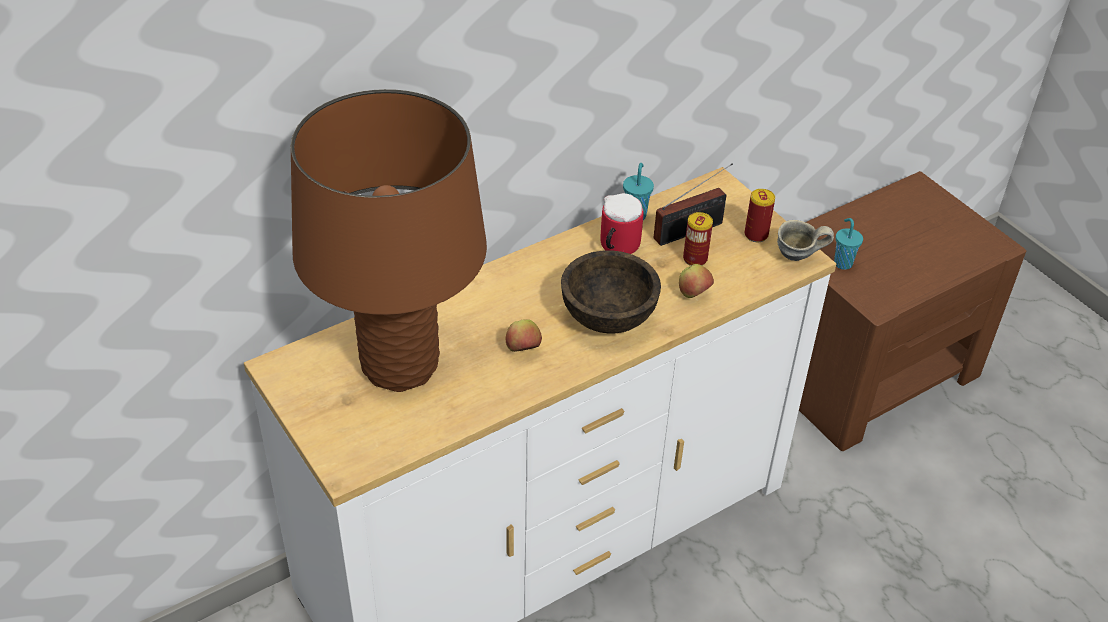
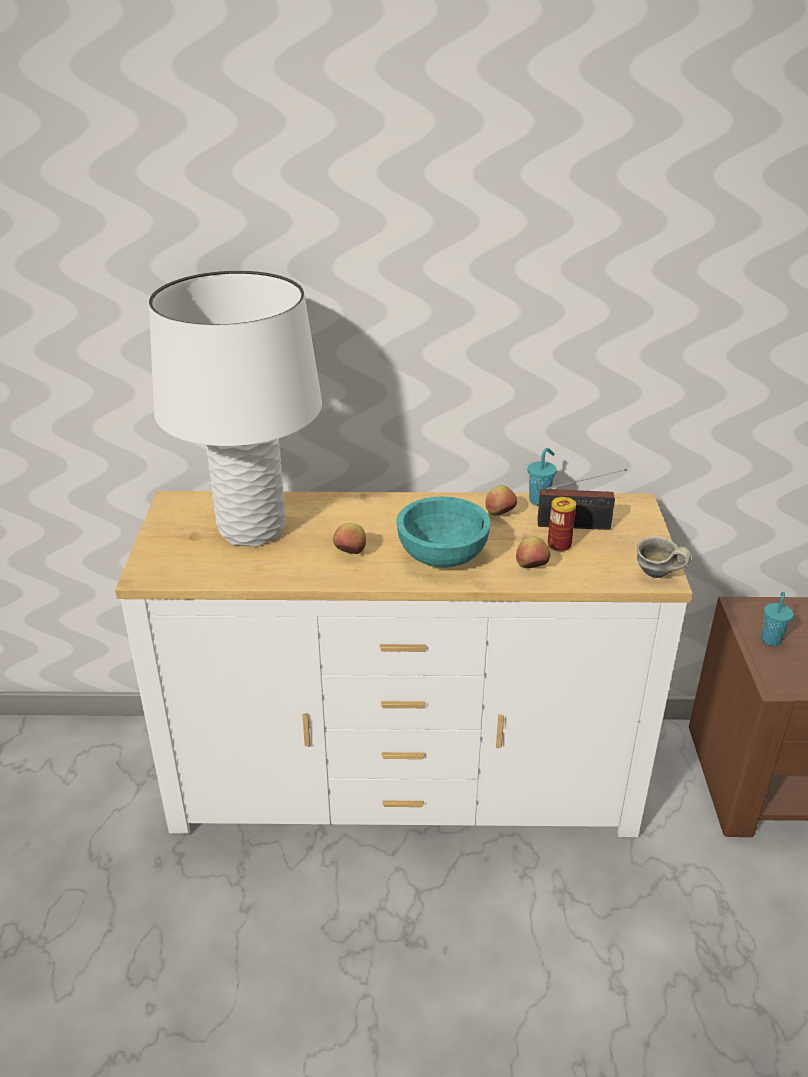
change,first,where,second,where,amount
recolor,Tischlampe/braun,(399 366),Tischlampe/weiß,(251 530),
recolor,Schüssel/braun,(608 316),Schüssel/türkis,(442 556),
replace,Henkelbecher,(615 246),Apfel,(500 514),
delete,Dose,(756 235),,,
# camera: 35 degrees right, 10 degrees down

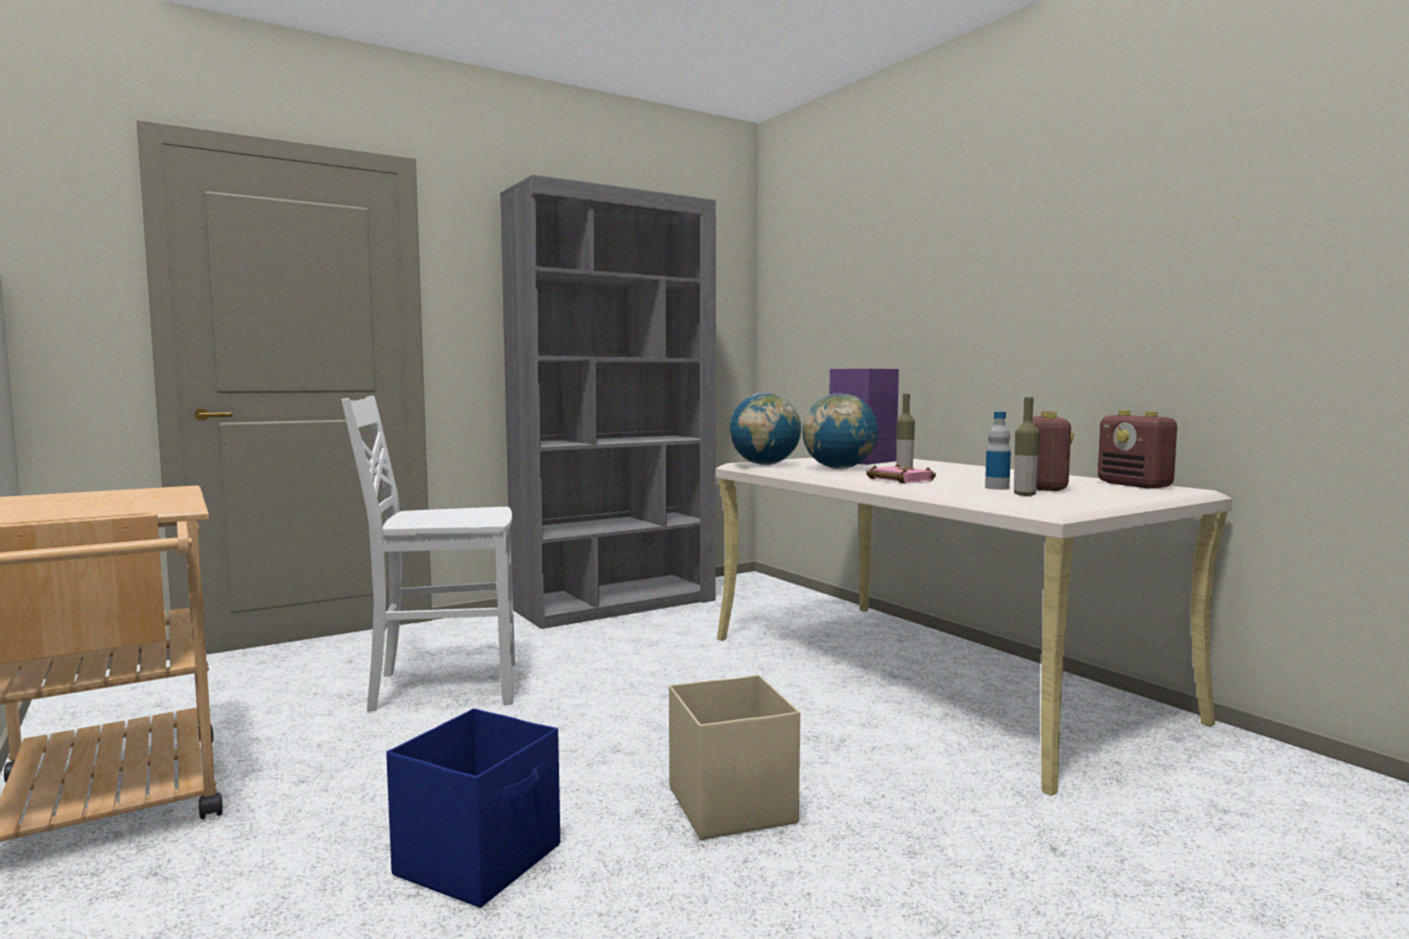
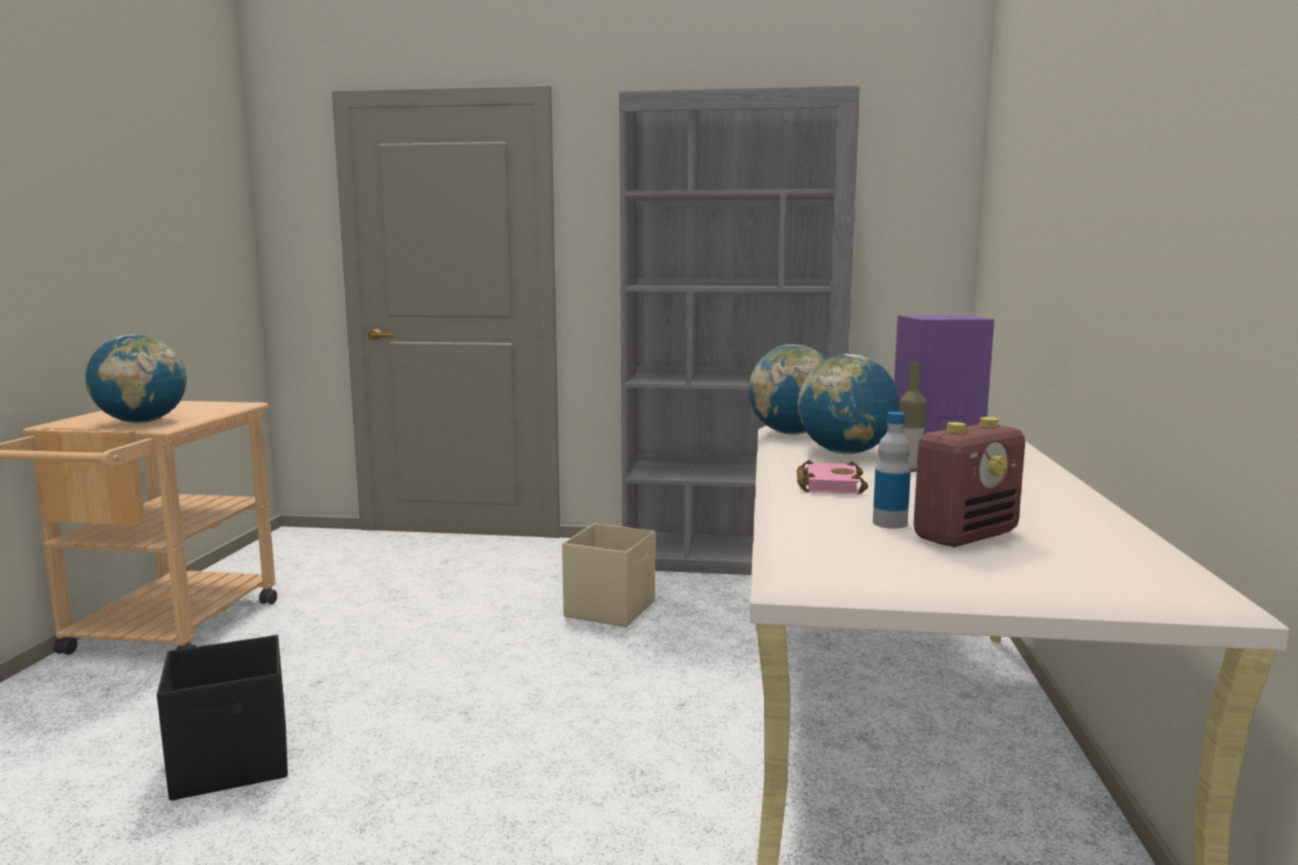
change,first,where,second,where,amount
insert,,,Globus,(142 422),
recolor,Aufbewahrungsbox/blau,(481 859),Aufbewahrungsbox/schwarz,(233 763),
move,Aufbewahrungsbox/beige,(731 804),,(611 609),
delete,Stuhl/weiß,(442 687),,,
delete,Flasche,(1024 495),,,
delete,Radio,(1135 485),,,
# camera: 40 degrees right, 5 degrees up

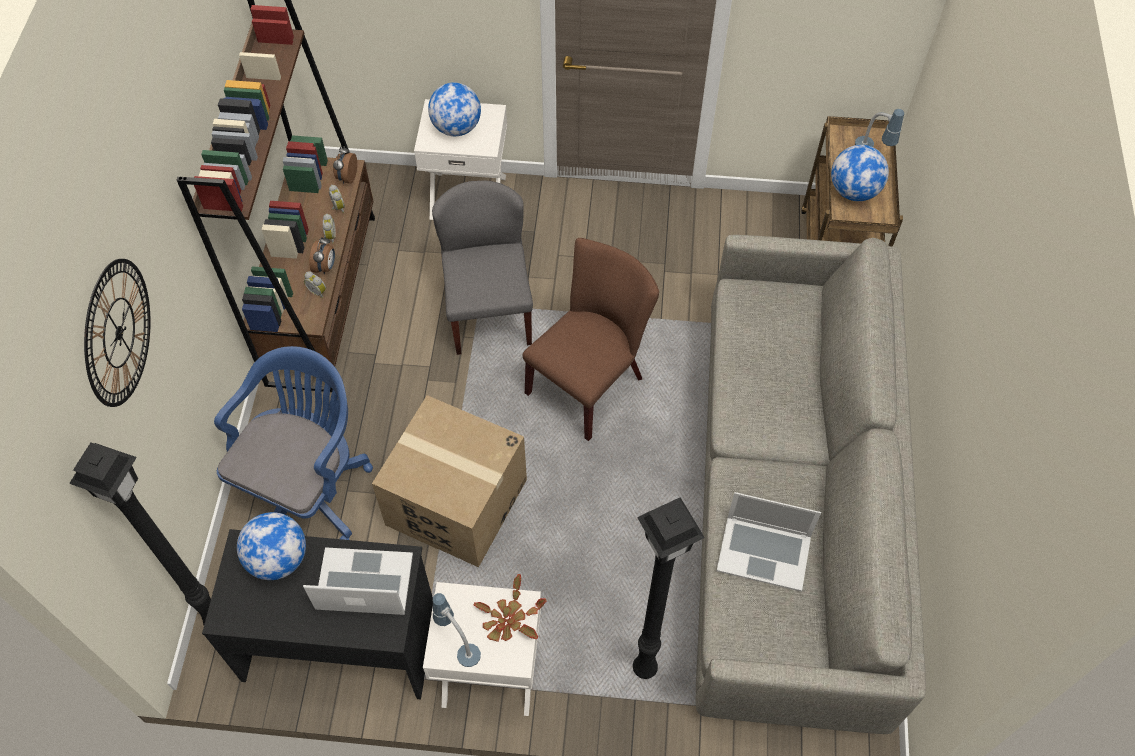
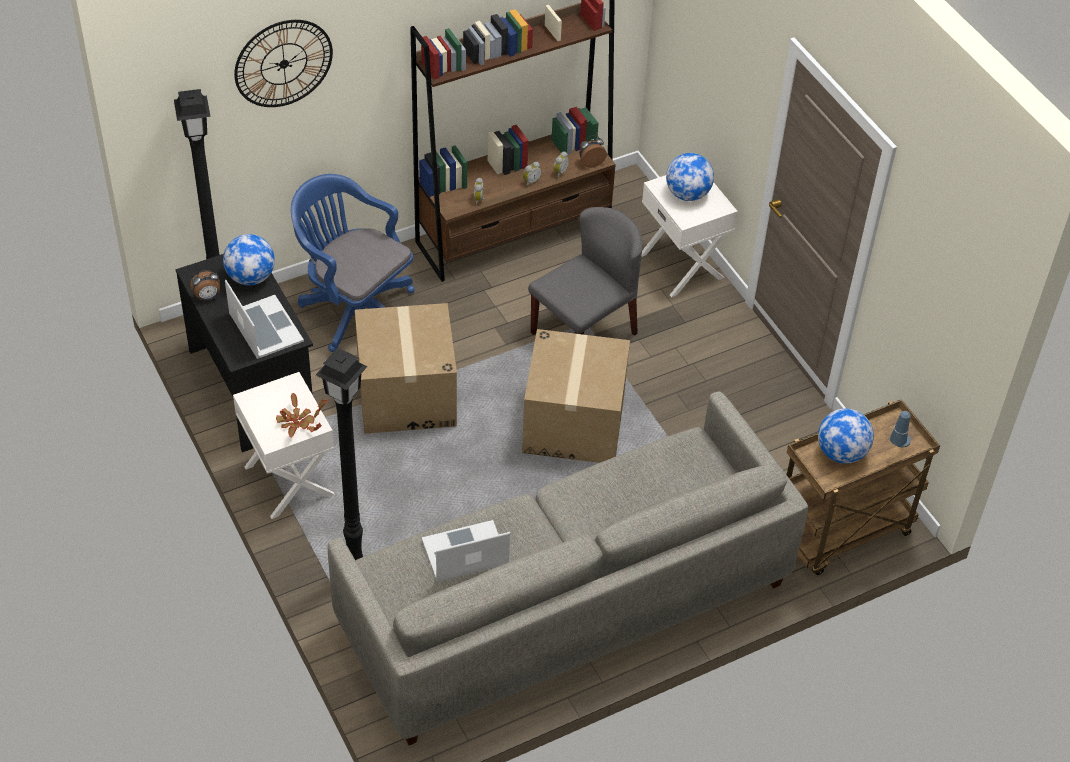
change,first,where,second,where,amount
move,Wecker,(325 267),,(207 297),
rotate,Bürostuhl/blau,(308 488),,(354 308),135 degrees counterclockwise
rotate,Laptop,(764 552),,(465 552),90 degrees clockwise
replace,Stuhl/braun,(590 382),Karton,(574 424),
delete,Tischlampe,(458 643),,,
# camera: 55 degrees right, 10 degrees down

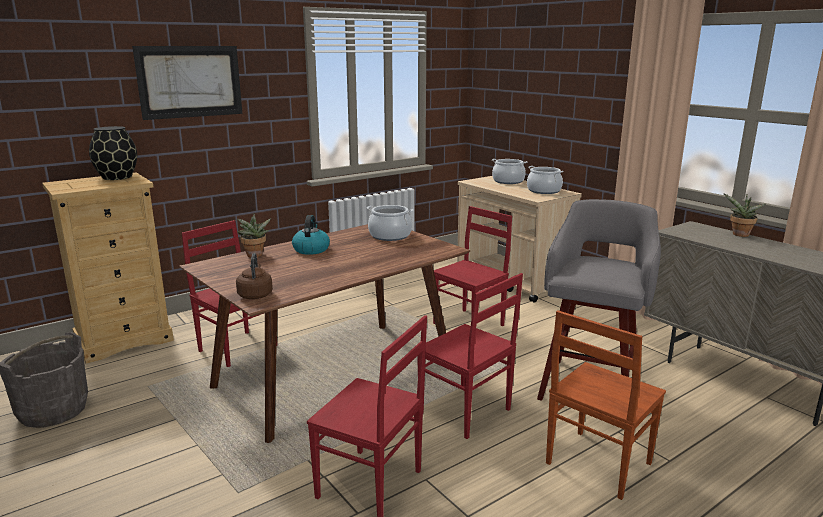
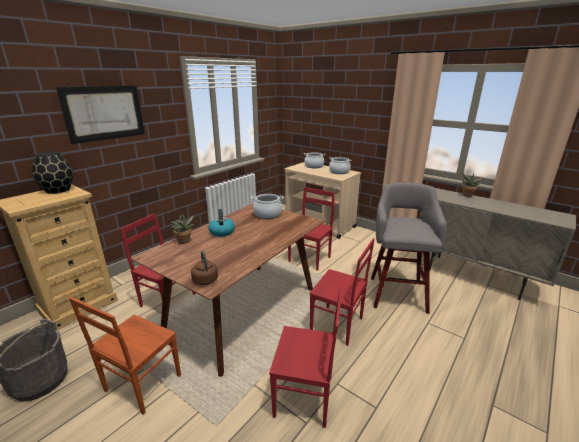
change,first,where,second,where,amount
move,Stuhl/braun,(596 463),,(142 384),
# camera: 15 degrees left, 5 degrees up

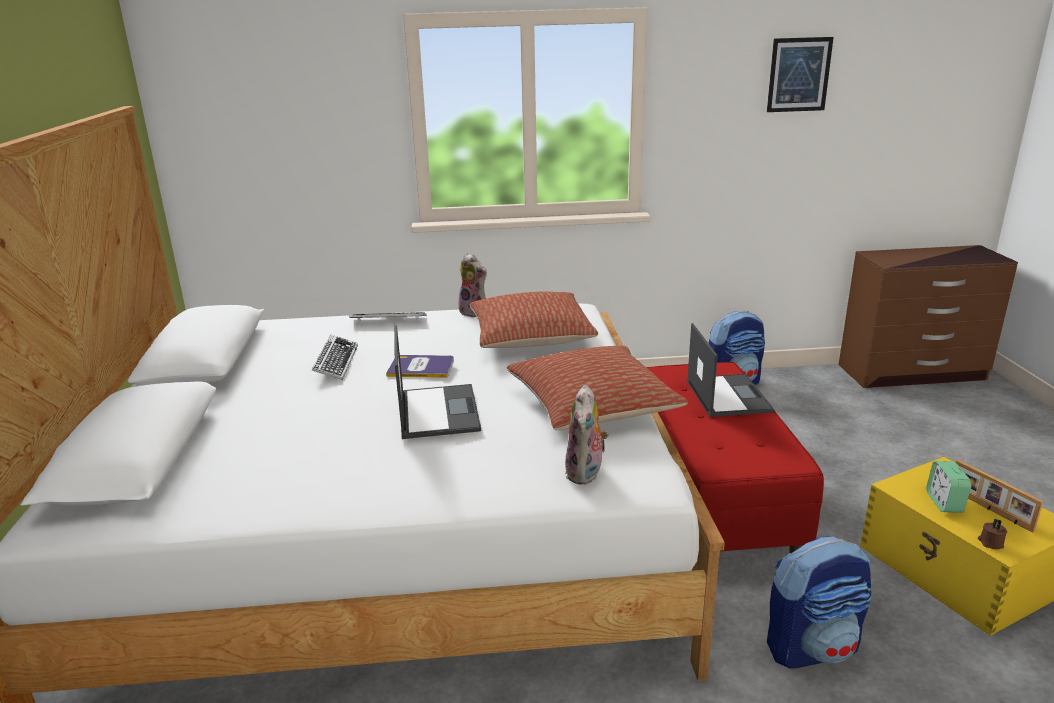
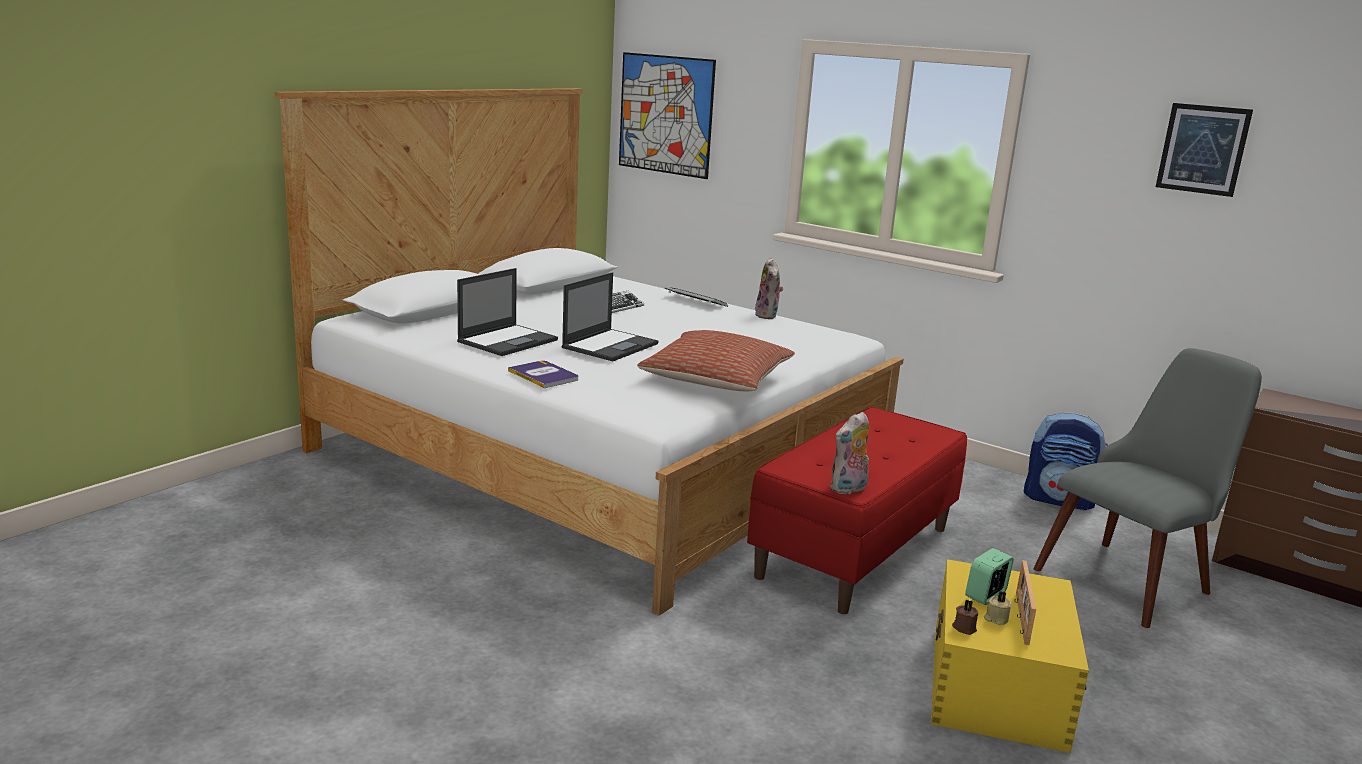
change,first,where,second,where,amount
move,Laptop,(727 395),,(508 340),
move,Buch,(421 367),,(544 375),
insert,,,Bild,(665 114),
move,Plüschtier,(586 473),,(848 489),
insert,,,Kerze/beige,(996 619),
insert,,,Stuhl/grau,(1134 576),
delete,Kissen,(530 337),,,
delete,Rucksack,(812 647),,,
# camera: 40 degrees right, 5 degrees down

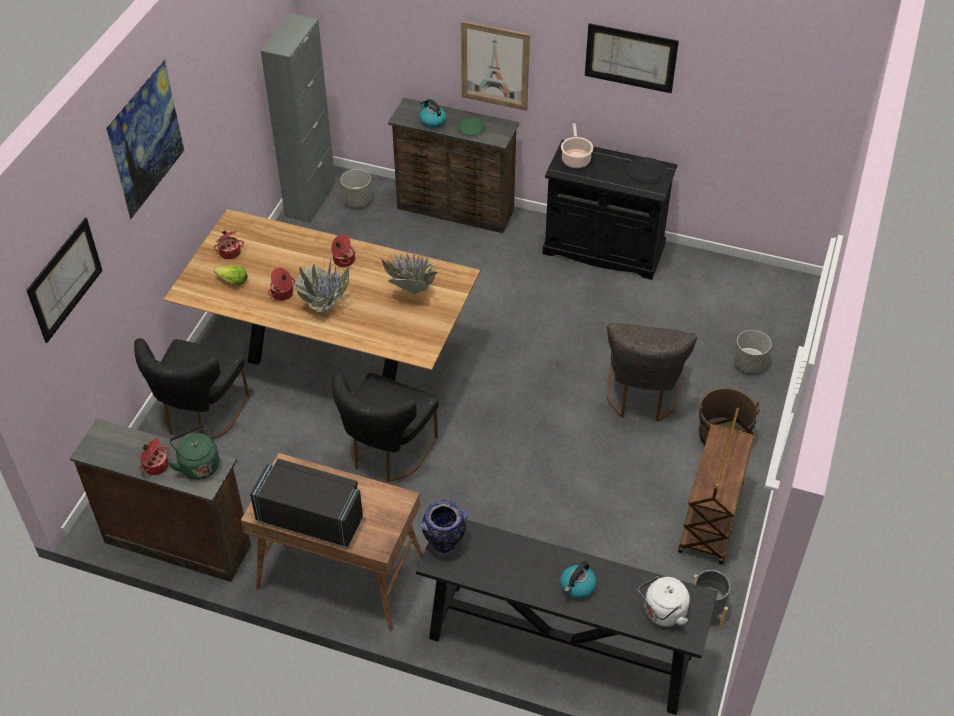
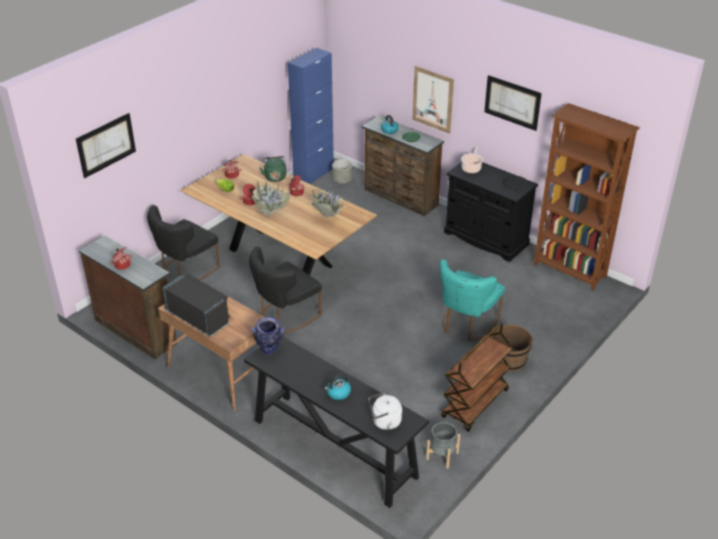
change,first,where,second,where,amount
move,Wasserkessel/grün,(198 465),,(275 176),
recolor,Schrank/grau,(310 199),Schrank/blau,(313 174),
recolor,Stuhl/grau,(642 396),Stuhl/türkis,(466 324),
insert,,,Bücherregal/braun,(569 271),
delete,Bild,(152 162),,,
delete,Pflanzkübel/grau,(749 364),,,
# camera: 20 degrees right, 10 degrees down

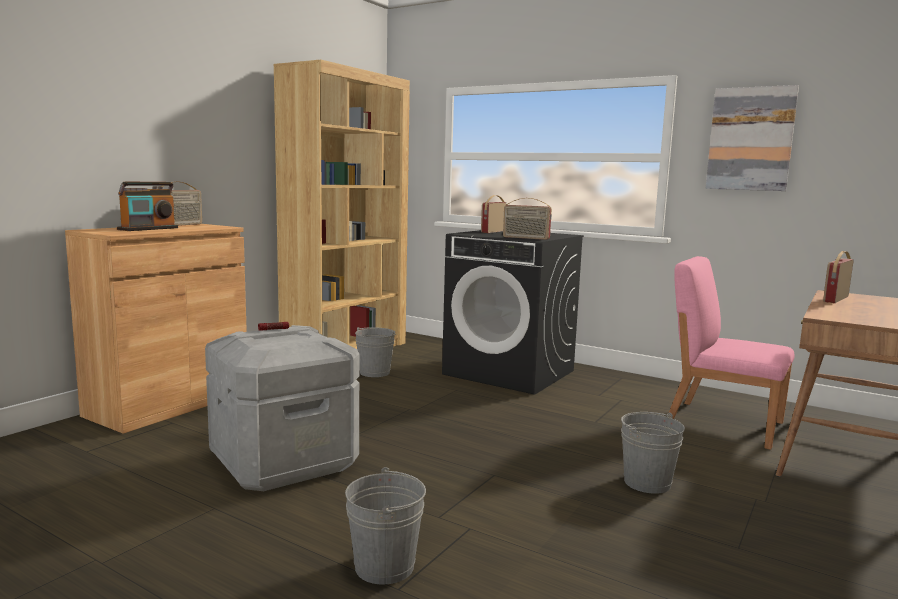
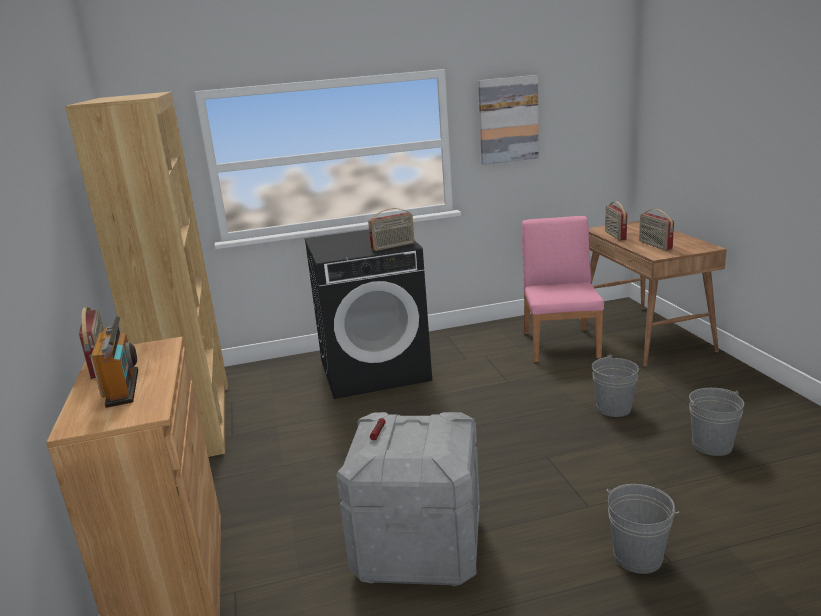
change,first,where,second,where,amount
rotate,Stuhl/rosa,(722 423),,(561 344),105 degrees clockwise
move,Radio,(492 231),,(654 245),
move,Eimer/grau,(375 372),,(712 445),
# camera: 45 degrees left, 10 degrees up

